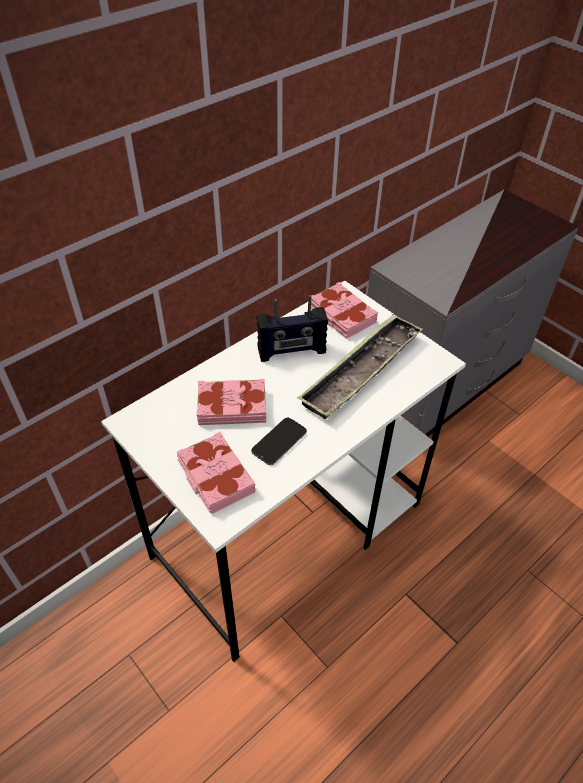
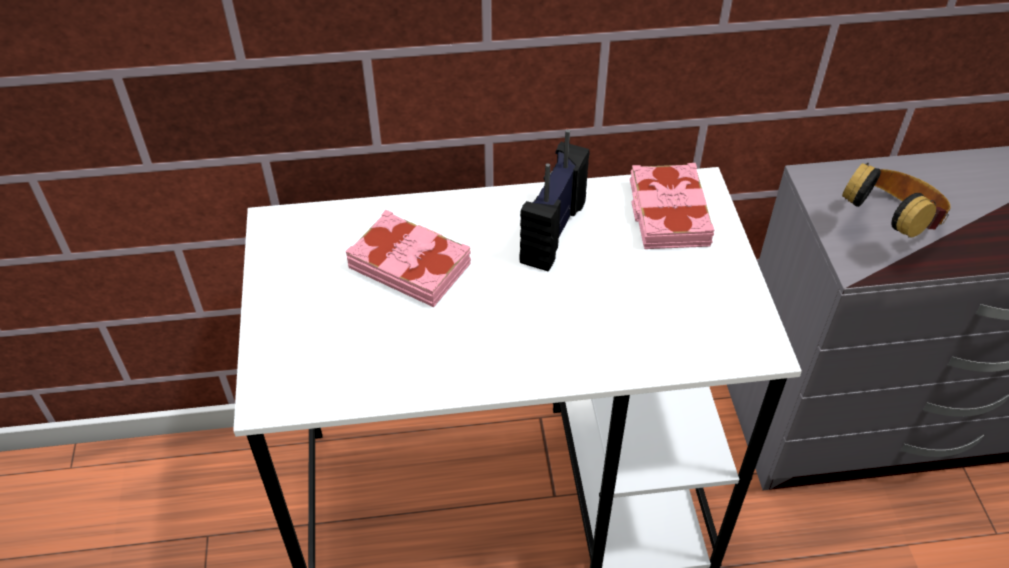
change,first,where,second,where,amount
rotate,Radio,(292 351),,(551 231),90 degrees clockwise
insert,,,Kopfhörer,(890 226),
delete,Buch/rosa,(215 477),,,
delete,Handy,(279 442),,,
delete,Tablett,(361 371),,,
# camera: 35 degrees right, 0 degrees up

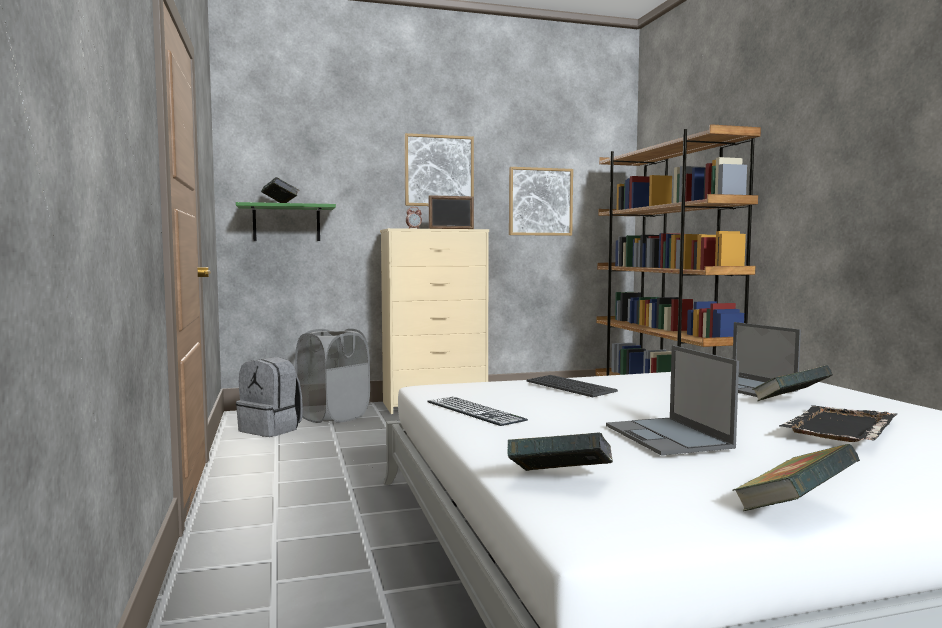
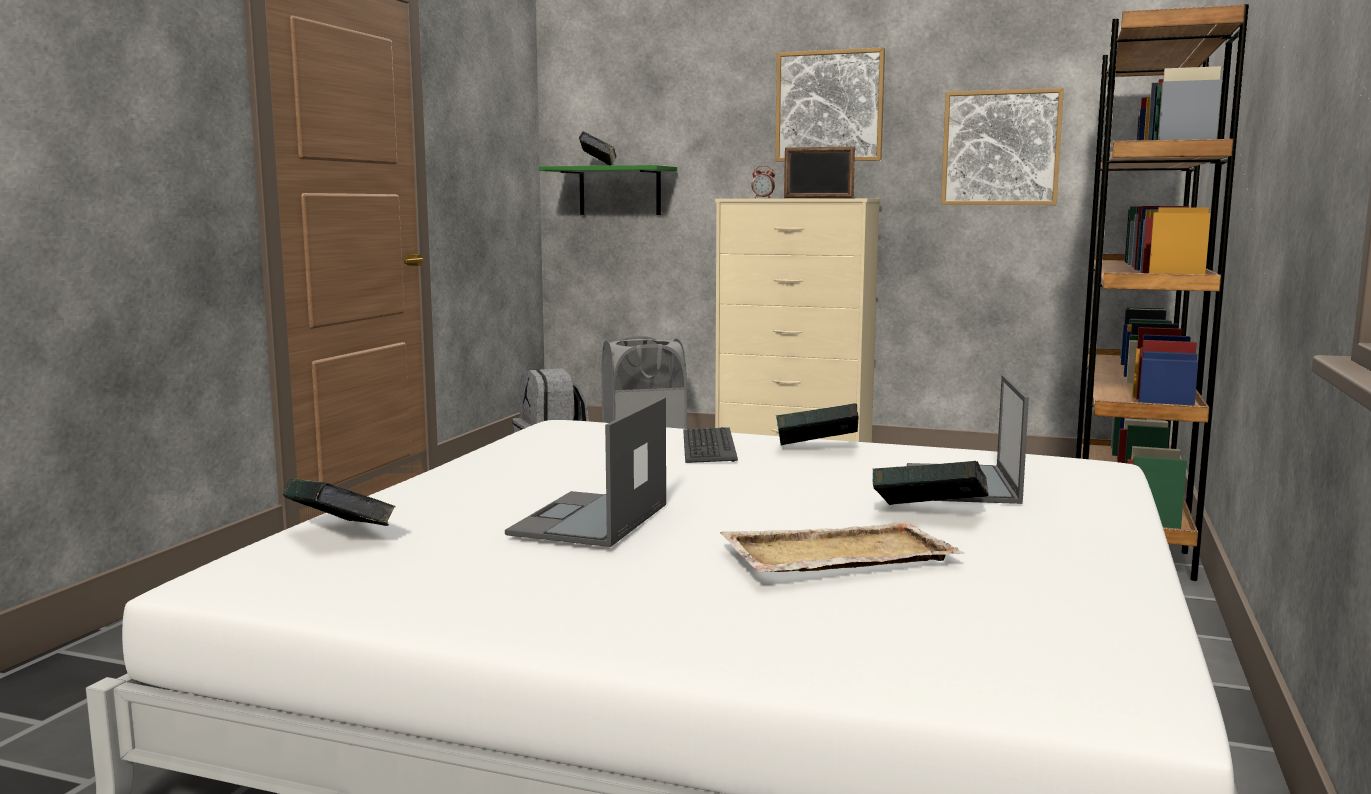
change,first,where,second,where,amount
recolor,Tablett/schwarz,(838 428),Tablett/beige,(835 555),
move,Buch,(793 510),,(816 450),
delete,Tastatur,(474 411),,,
# camera: 35 degrees right, 5 degrees up

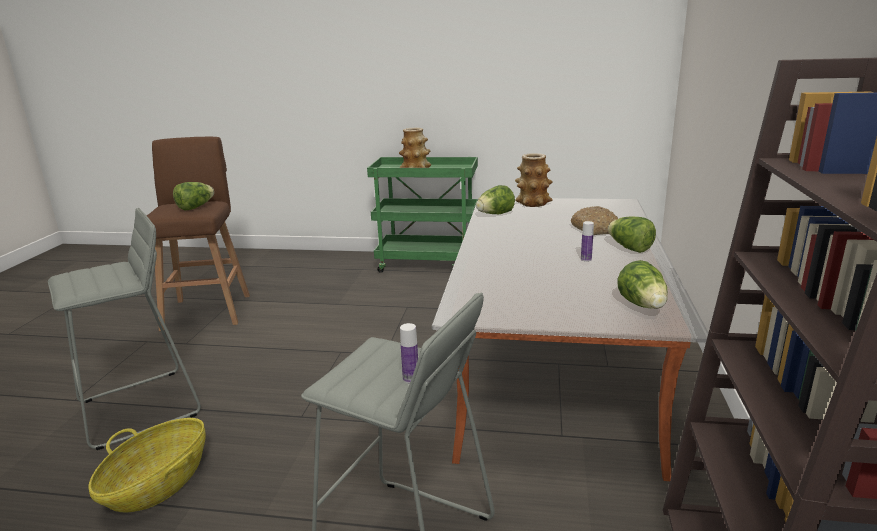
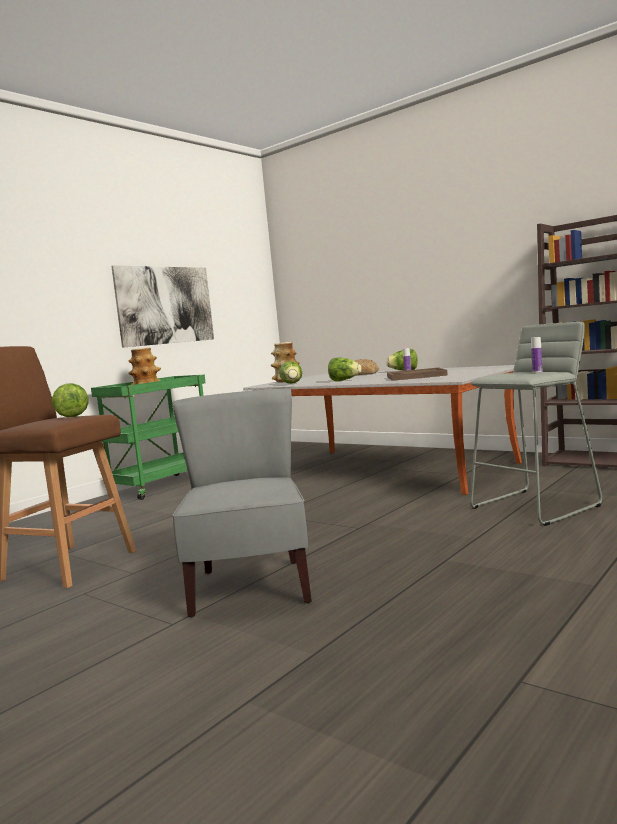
change,first,where,second,where,amount
insert,,,Bild,(165 305),
replace,Hocker/grau,(140 408),Stuhl/grau,(251 587),
move,Salatkopf,(643 305),,(344 380),
insert,,,Tablett/braun,(416 376),
delete,Korb,(158 484),,,
# camera: 60 degrees left, 15 degrees down

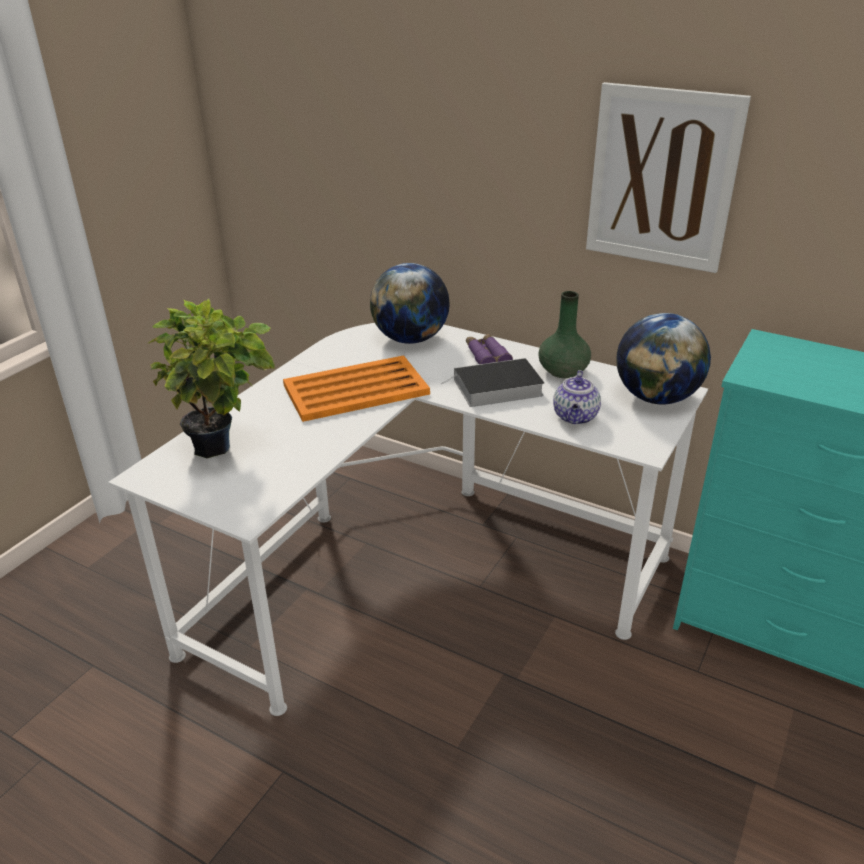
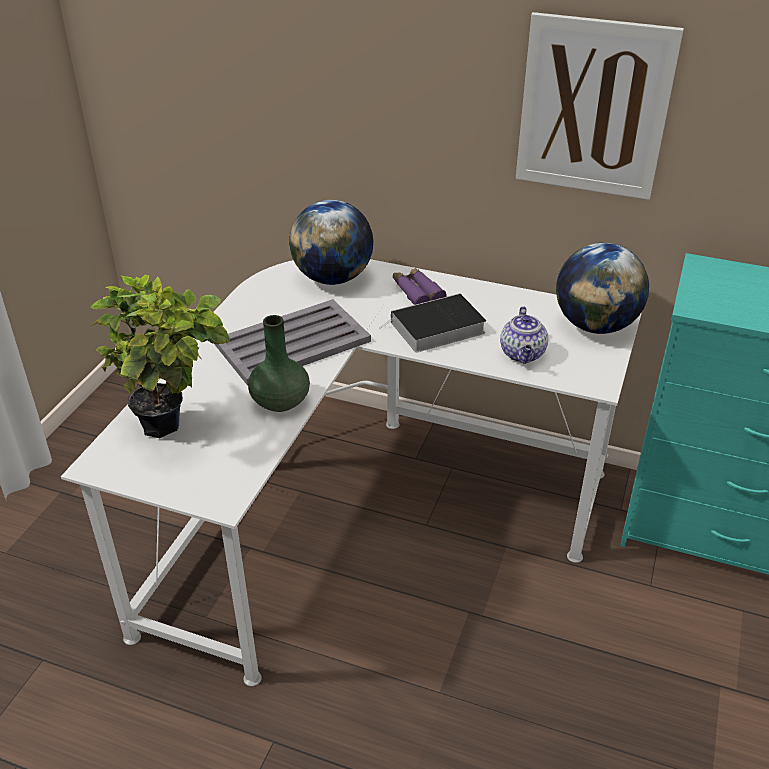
change,first,where,second,where,amount
recolor,Tablett/orange,(357 389),Tablett/grau,(294 342),
move,Vase/grün,(563 371),,(281 401),
# camera: 10 degrees left, 5 degrees up

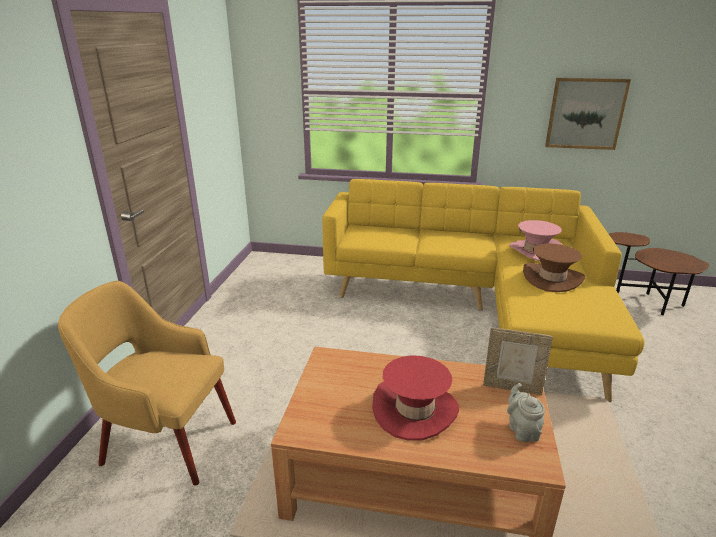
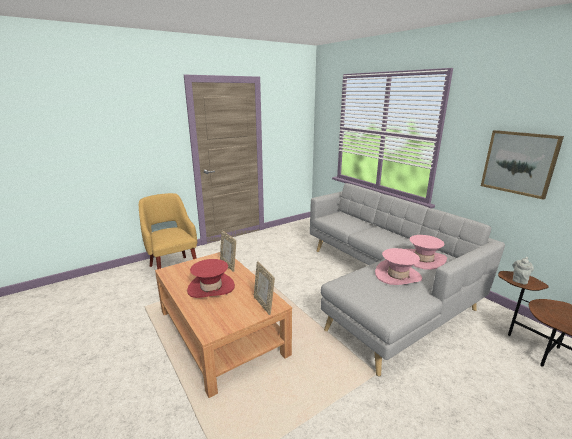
change,first,where,second,where,amount
insert,,,Bilderrahmen,(228 265),
recolor,Sofa/gelb,(479 310),Sofa/grau,(383 290),
recolor,Hut/braun,(552 278),Hut/rosa,(398 275),
move,Teekanne/grau,(522 430),,(519 279),
# camera: 45 degrees right, 5 degrees down

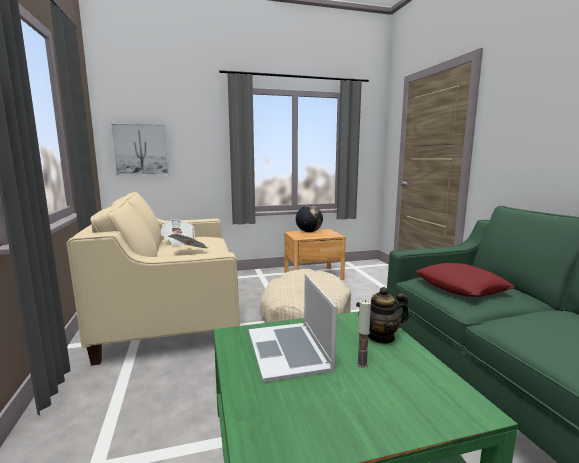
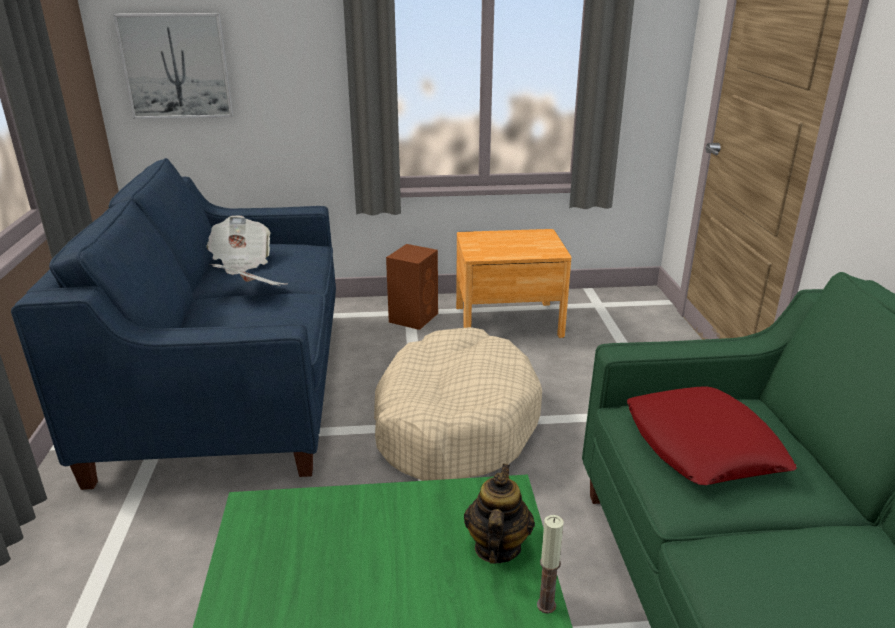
change,first,where,second,where,amount
recolor,Sofa/beige,(172 311),Sofa/blau,(230 386),
insert,,,Lautsprecher/braun,(414 317),
rotate,Teekanne,(381 337),,(497 547),105 degrees clockwise
move,Kerze,(362 364),,(546 605),
delete,Laptop,(288 350),,,
delete,Globus,(309 232),,,
# camera: 10 degrees right, 15 degrees up

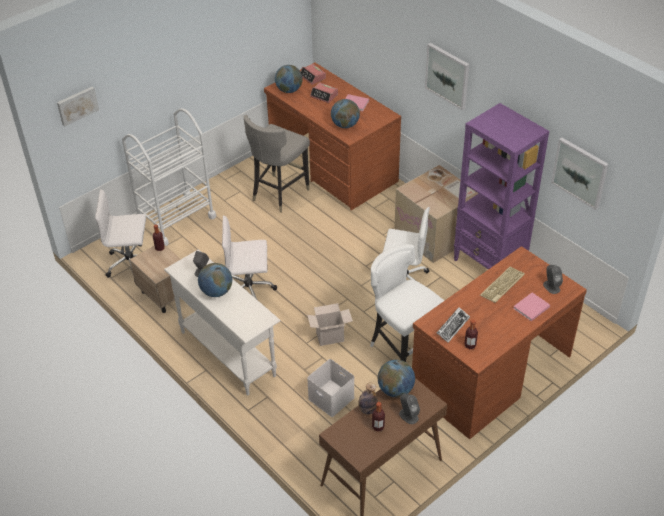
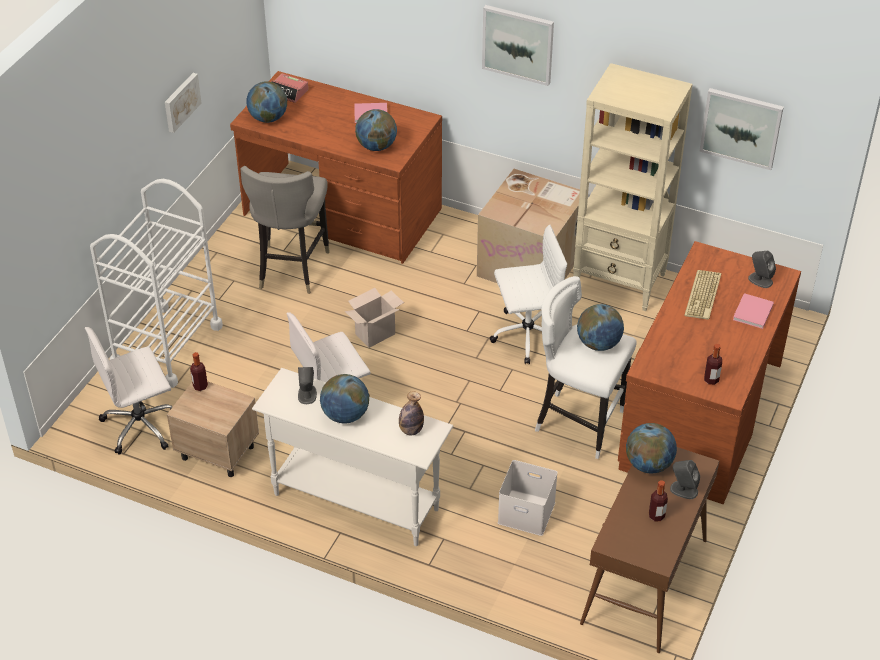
change,first,where,second,where,amount
move,Bild,(77 105),,(181 102),
move,Karton,(330 336),,(375 333),
move,Flasche,(367 410),,(411 430),
recolor,Bücherregal/lila,(489 264),Bücherregal/beige,(620 282),
insert,,,Globus,(598 344),
delete,Wecker,(324 95),,,
delete,Tastatur,(452 326),,,
# camera: 25 degrees left, 0 degrees up

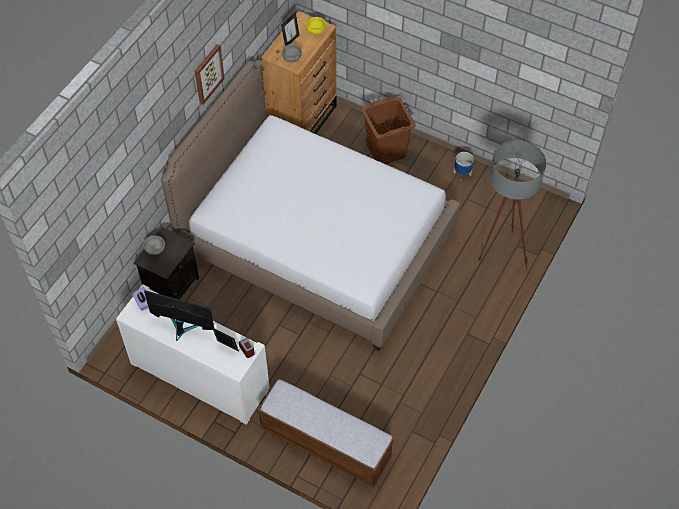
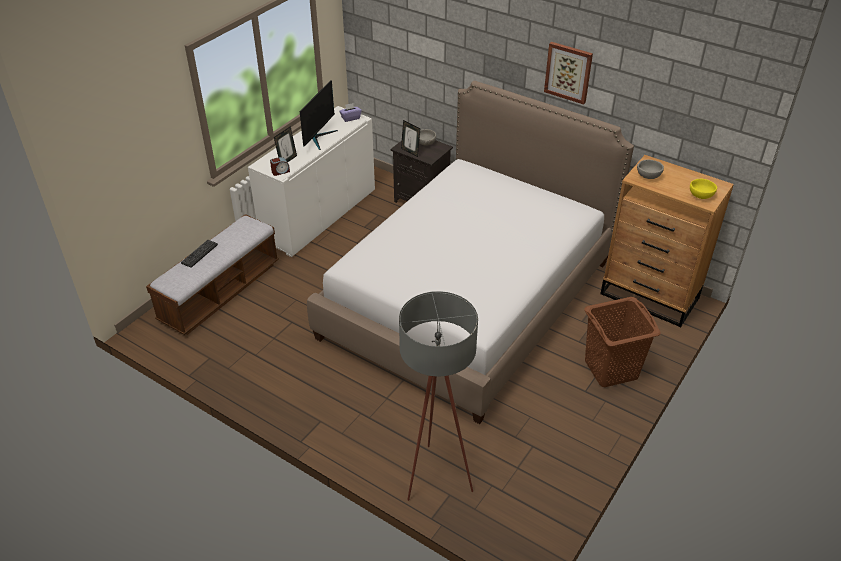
change,first,where,second,where,amount
insert,,,Tastatur,(199 254),
move,Bilderrahmen,(291 40),,(410 152),
delete,Pflanzkübel,(462 174),,,
# camera: 95 degrees right, 15 degrees down

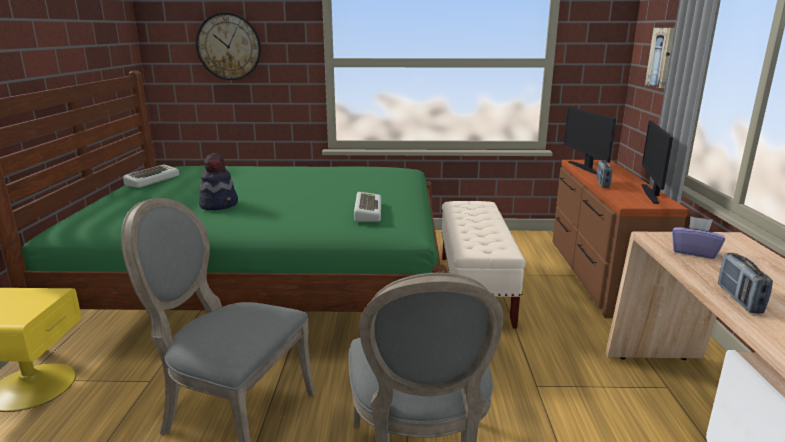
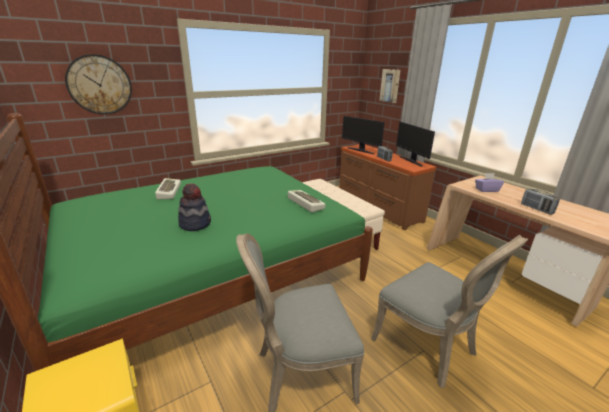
change,first,where,second,where,amount
move,Tastatur,(152 180),,(168 191),
# camera: 35 degrees left, 5 degrees up

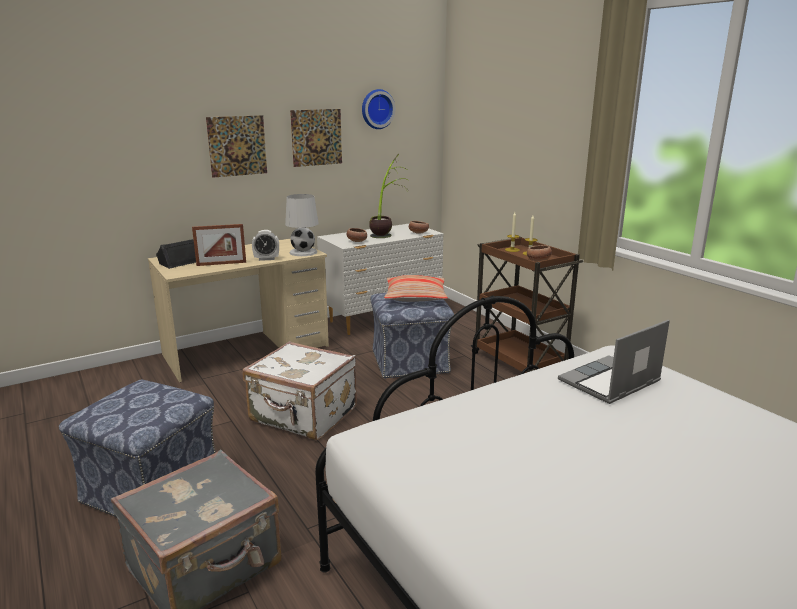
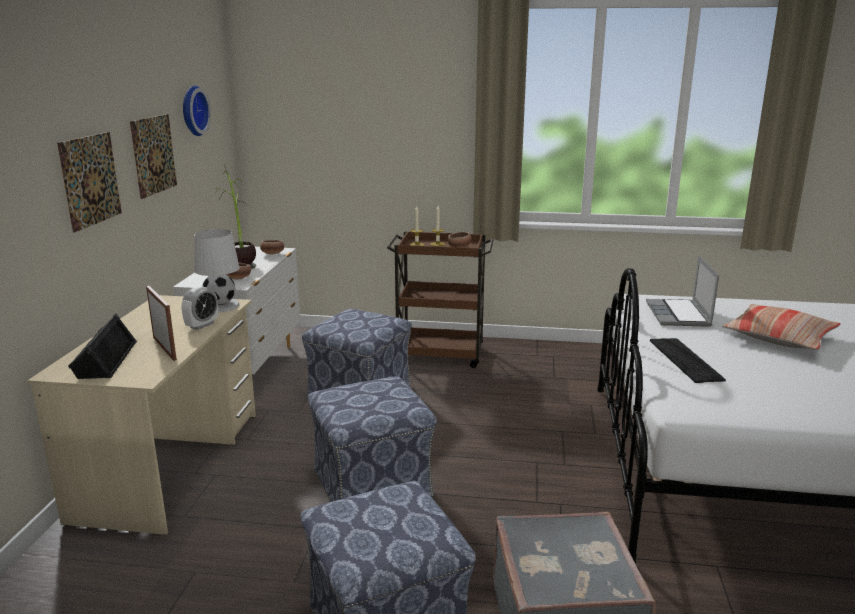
change,first,where,second,where,amount
rotate,Bilderrahmen,(221 264),,(164 348),60 degrees counterclockwise
replace,Koffer/weiß,(303 416),Polsterhocker,(373 483),
insert,,,Tastatur,(682 359),
move,Kissen,(415 297),,(779 337),
# camera: 50 degrees left, 0 degrees up

